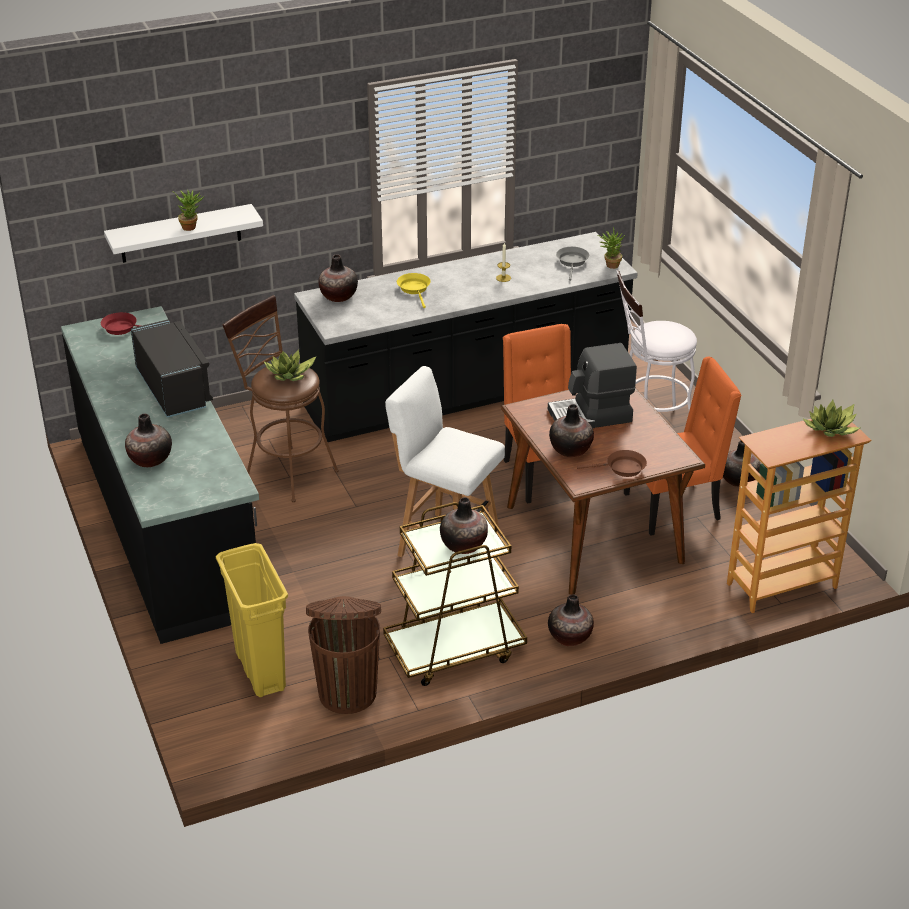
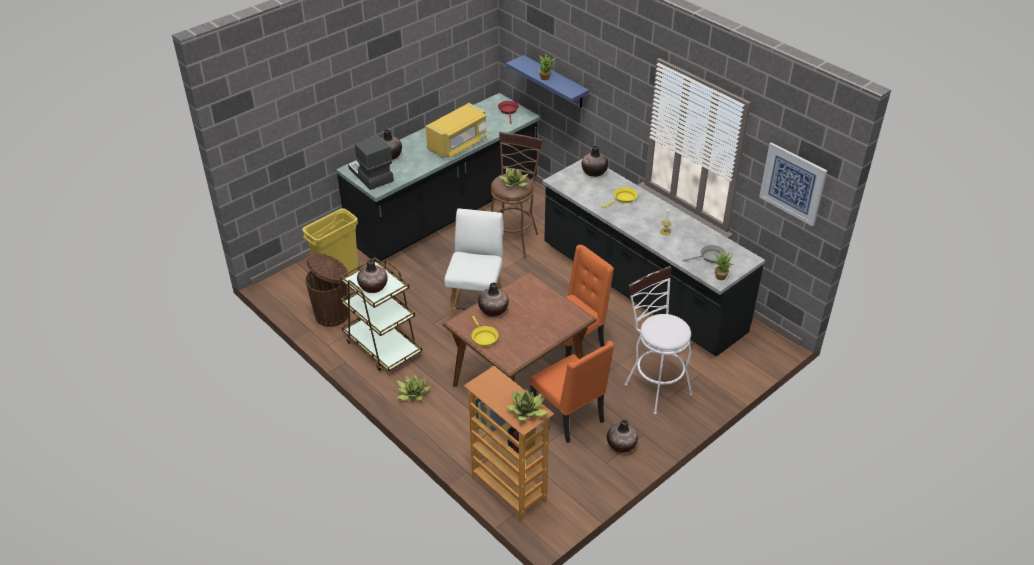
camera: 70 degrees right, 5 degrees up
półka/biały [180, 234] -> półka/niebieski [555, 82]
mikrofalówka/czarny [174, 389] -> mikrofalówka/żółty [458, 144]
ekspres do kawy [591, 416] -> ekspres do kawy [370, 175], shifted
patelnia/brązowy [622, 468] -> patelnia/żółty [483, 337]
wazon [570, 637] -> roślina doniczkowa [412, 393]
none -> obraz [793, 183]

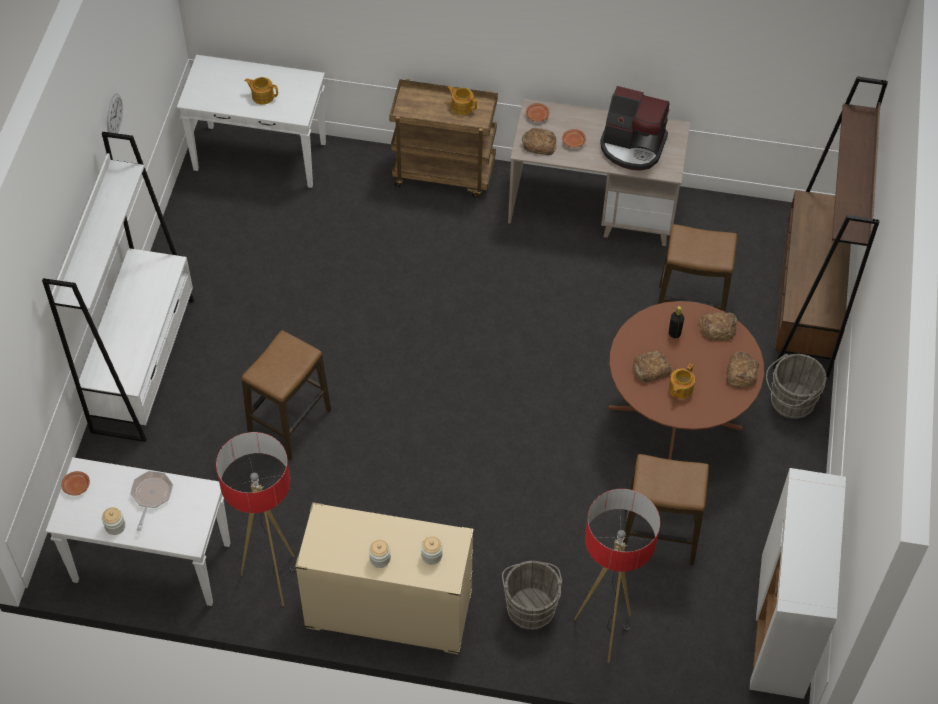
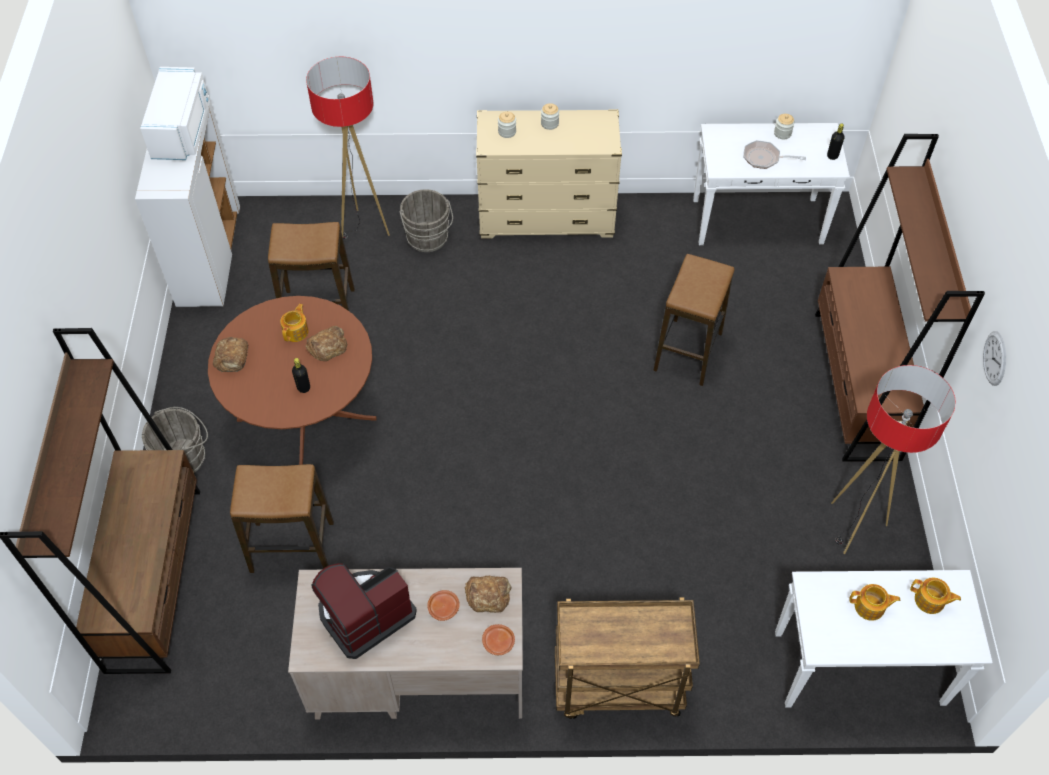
camera: 170 degrees right, 0 degrees up
imbryk [462, 106] -> imbryk [930, 601], shifted
ekspres do kawy [632, 146] -> ekspres do kawy [364, 614], 45 degrees counterclockwise
regał/biały [144, 364] -> regał/brązowy [856, 385]
chleb [718, 328] -> none
lampa stojąca [273, 578] -> lampa stojąca [853, 527], shifted
talerz/brązowy [76, 486] -> butelka/czarny [832, 156]
patelnia [151, 496] -> patelnia [764, 158], 105 degrees clockwise
none -> mikrofalówka/biały [183, 131]

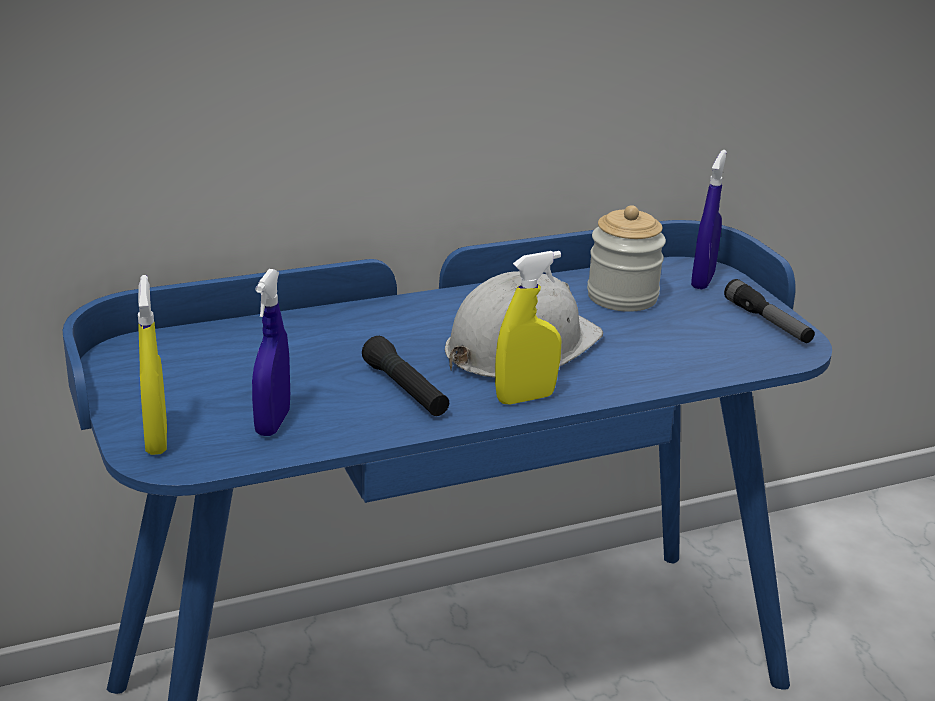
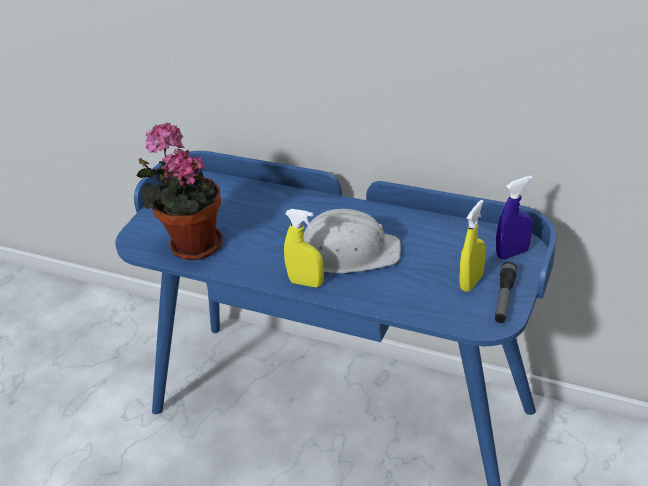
camera: 50 degrees right, 10 degrees up
słoik [622, 297] -> none
spryskiwacz/niebieski [272, 423] -> roślina doniczkowa [192, 244]
spryskiwacz/żółty [156, 439] -> spryskiwacz/żółty [471, 282], shifted
latarka/czarny [405, 390] -> none

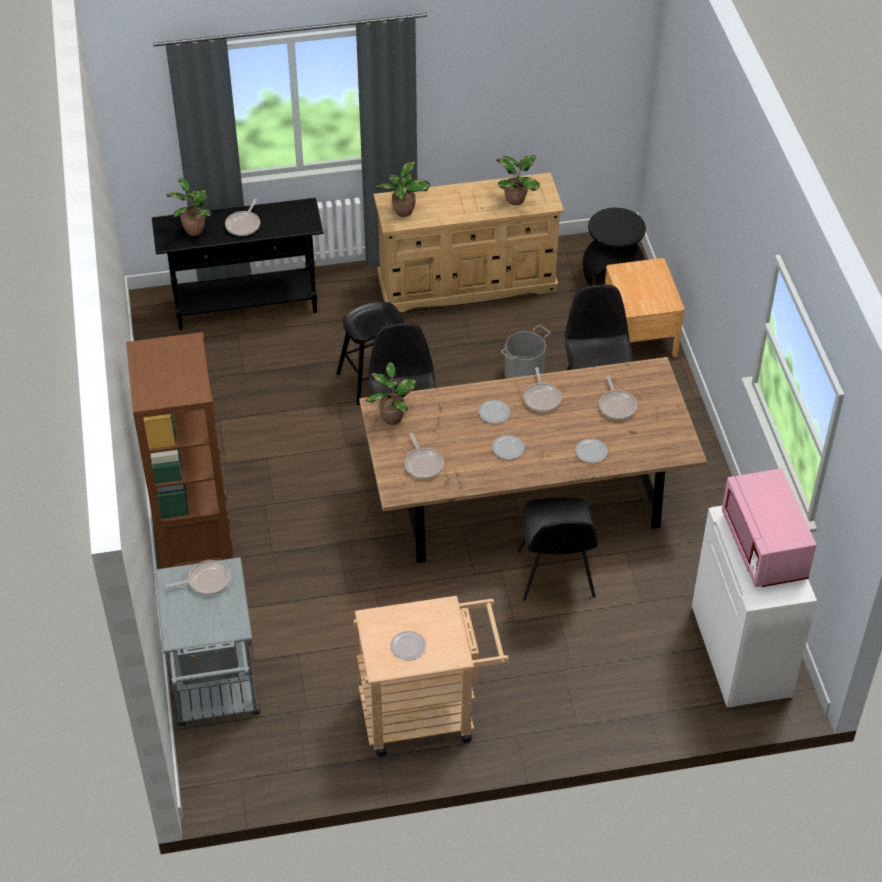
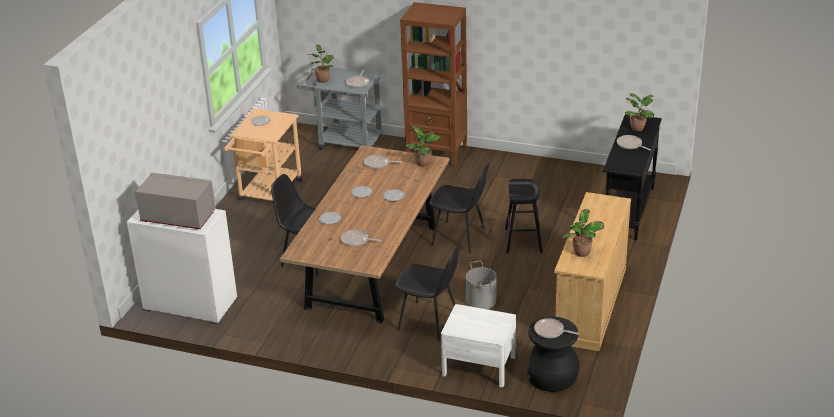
camera: 120 degrees right, 15 degrees down
roślina doniczkowa [403, 212] -> roślina doniczkowa [322, 79], shifted
szafka nocna/brązowy [639, 333] -> szafka nocna/biały [479, 366]
patelnia [542, 398] -> patelnia [551, 331], shifted
mikrofalówka/różowy [763, 547] -> mikrofalówka/szary [178, 217]

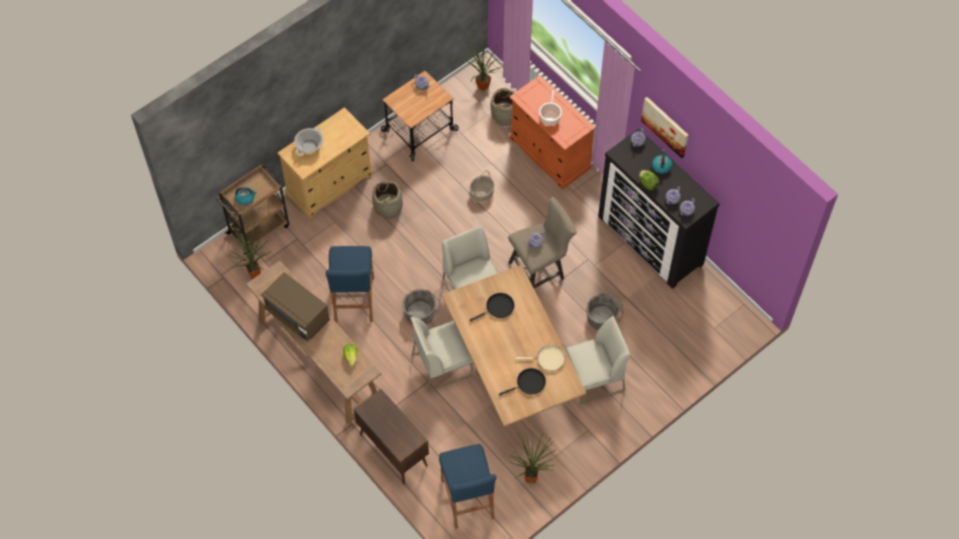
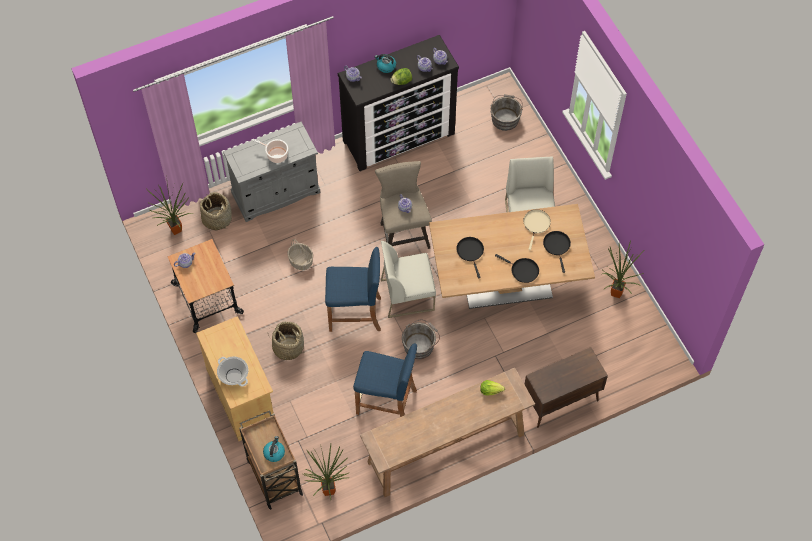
camera: 75 degrees left, 0 degrees up
szafka/pomarańczowy [549, 153] -> szafka/szary [276, 192]
obraz [665, 126] -> none
mikrofalówka/brązowy [297, 315] -> none
wiadro/szary [603, 317] -> wiadro/szary [505, 118], shifted
krzesło/biały [442, 364] -> none
stołek/niebieski [467, 498] -> stołek/niebieski [355, 314], shifted
none -> patelnia/czarny [522, 270]

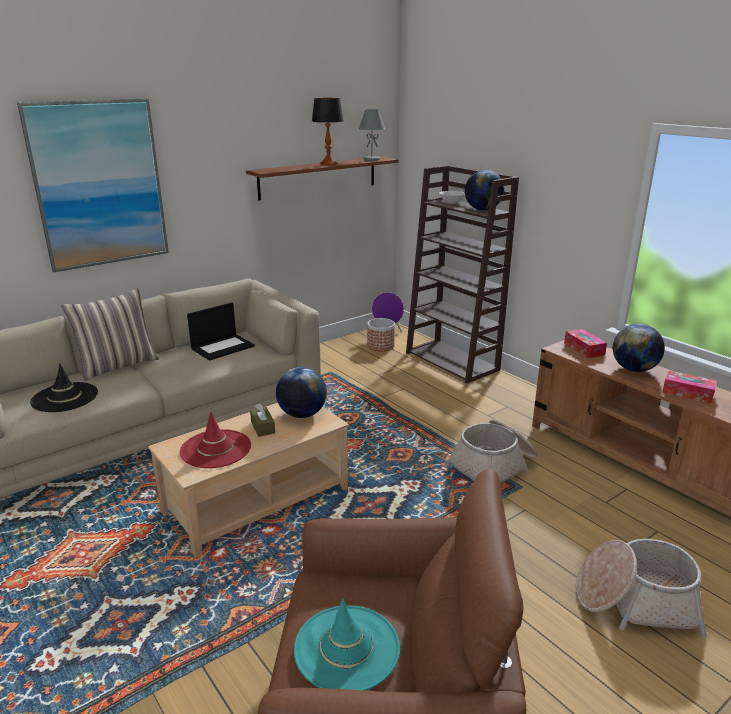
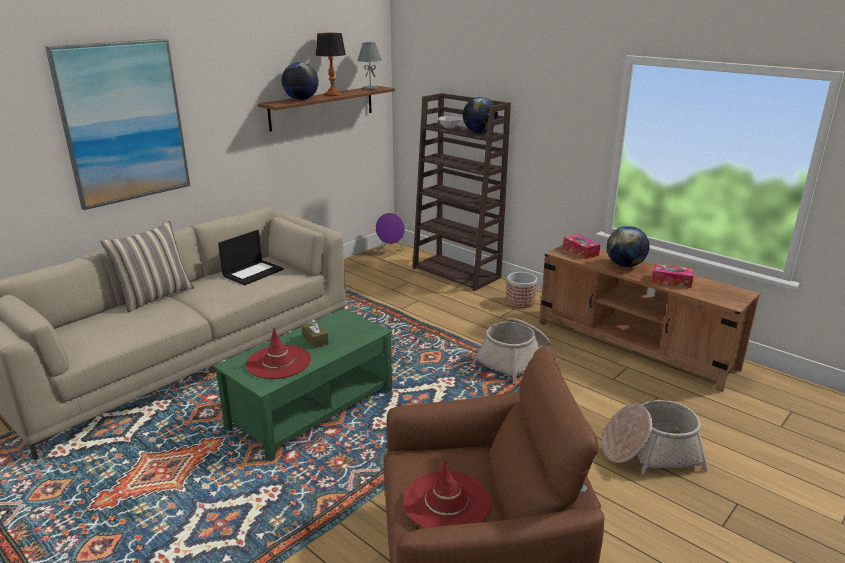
camera: 10 degrees left, 0 degrees up
donica [381, 346] -> donica [520, 301], shifted
kapelusz/czarny [64, 397] -> none
globus [302, 414] -> globus [301, 99], shifted
ława/beżowy [256, 499] -> ława/zielony [311, 407]
kapelusz/turkusowy [347, 648] -> kapelusz/czerwony [447, 502]

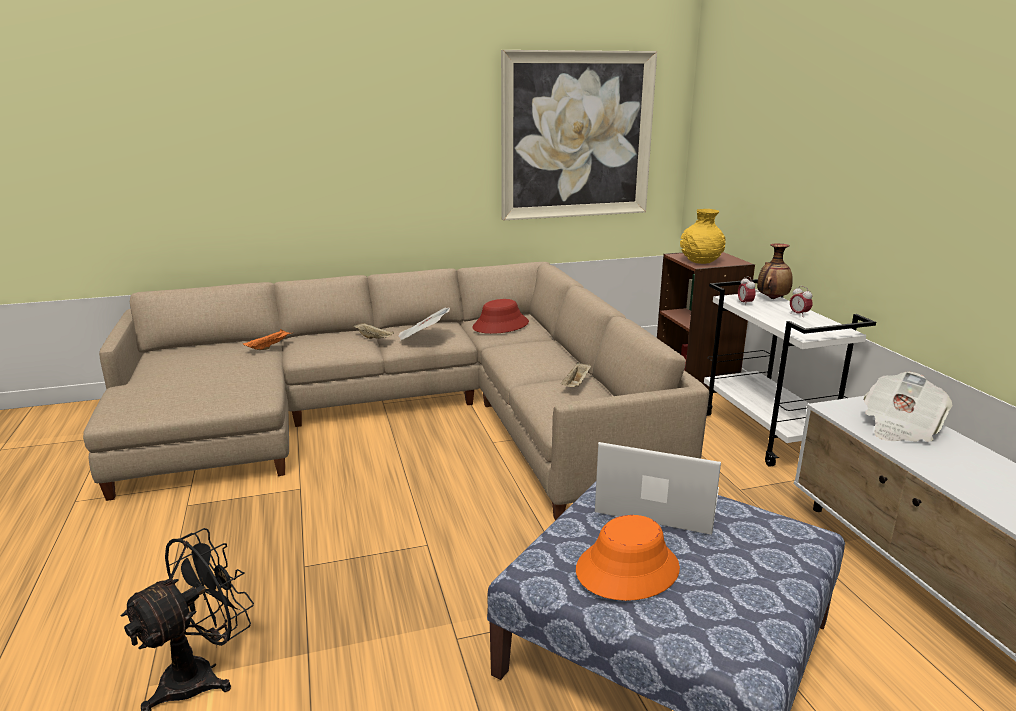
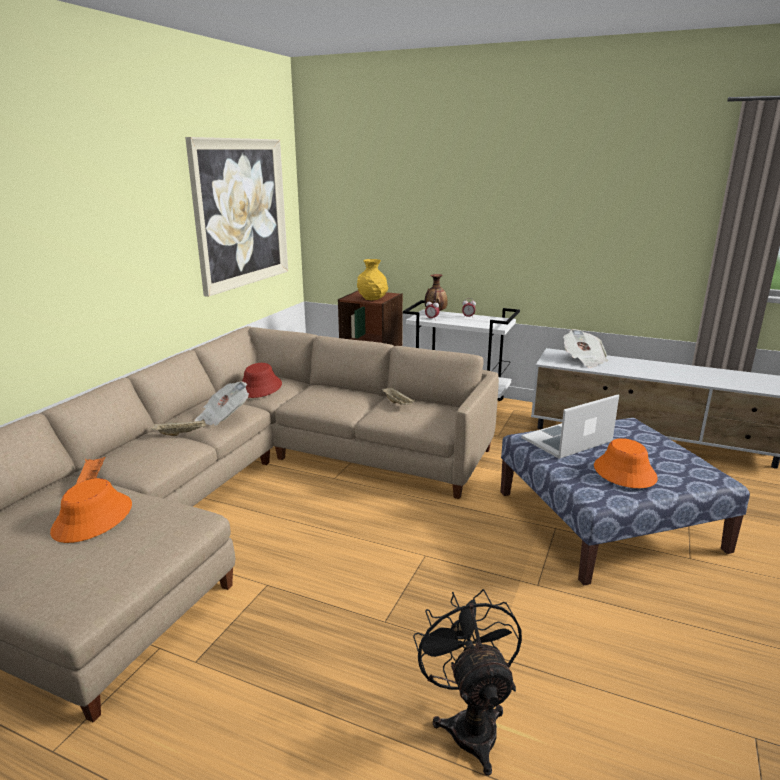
camera: 50 degrees left, 0 degrees up
none -> kapelusz/pomarańczowy [93, 518]

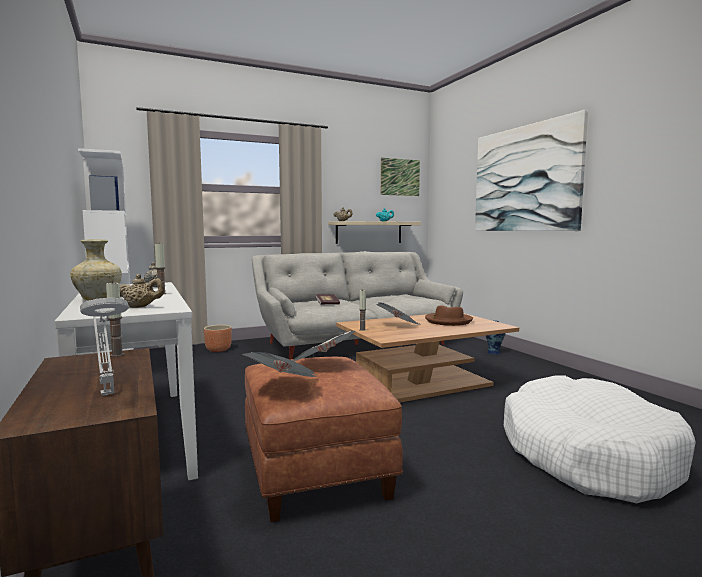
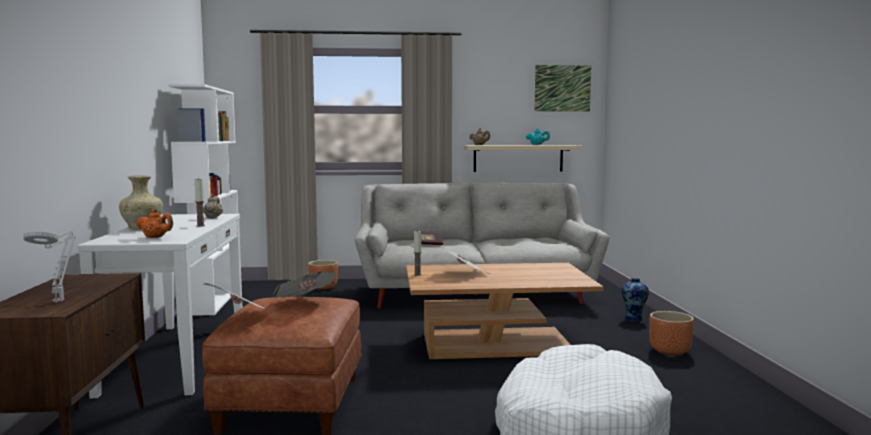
camera: 20 degrees right, 0 degrees up
obraz [525, 179] -> none
imbryk/beżowy [140, 307] -> imbryk/pomarańczowy [156, 237]
świeca [117, 355] -> none
kapelusz/brązowy [448, 321] -> none
none -> donica/brązowy [670, 351]

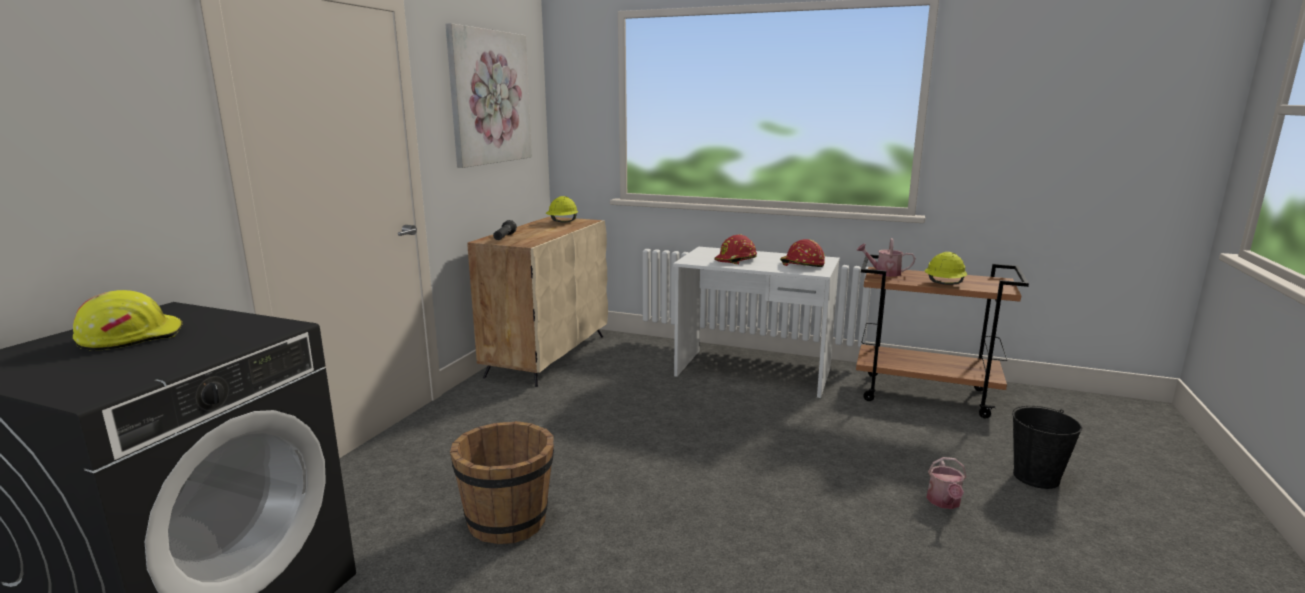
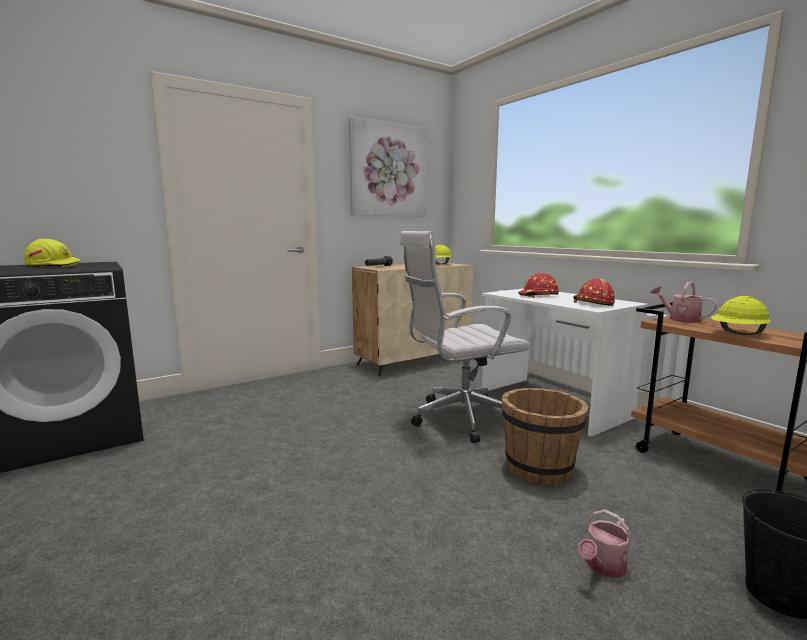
camera: 35 degrees right, 5 degrees down
wiadro/brązowy [508, 520] -> wiadro/brązowy [539, 468], shifted
none -> krzesło biurowe/biały [459, 419]

